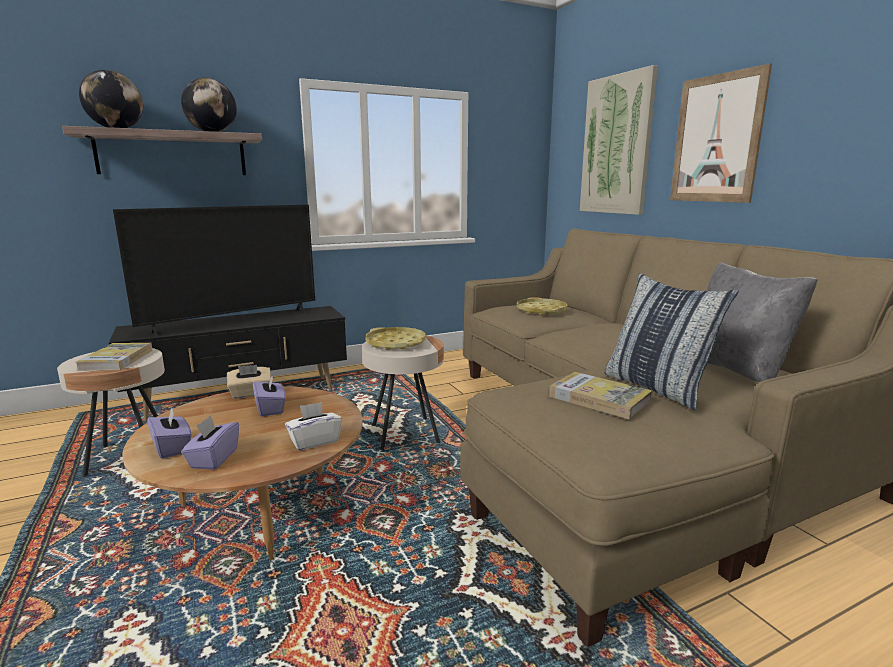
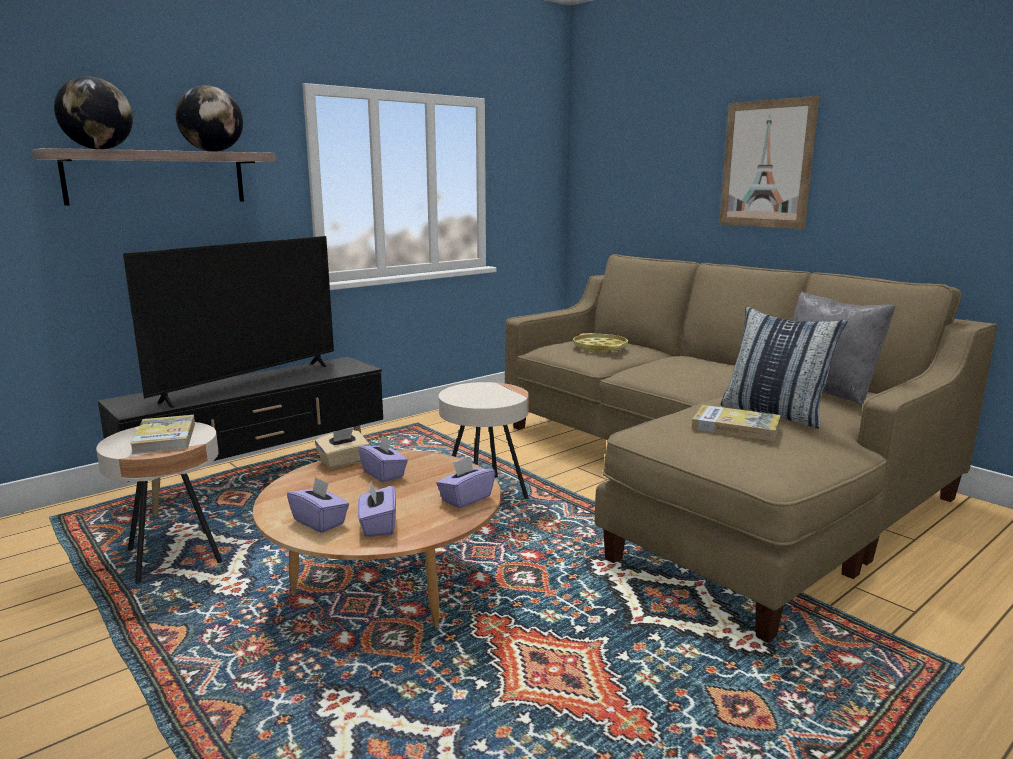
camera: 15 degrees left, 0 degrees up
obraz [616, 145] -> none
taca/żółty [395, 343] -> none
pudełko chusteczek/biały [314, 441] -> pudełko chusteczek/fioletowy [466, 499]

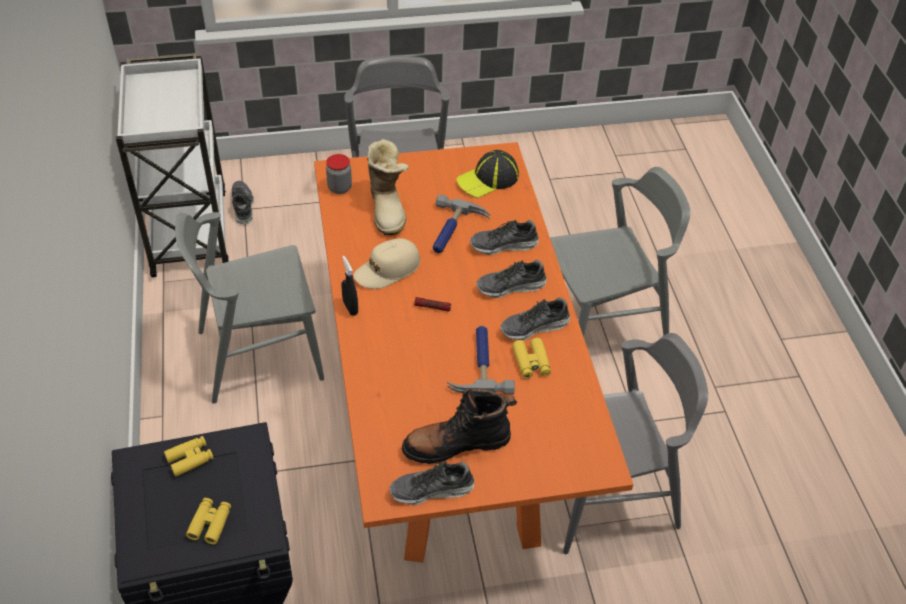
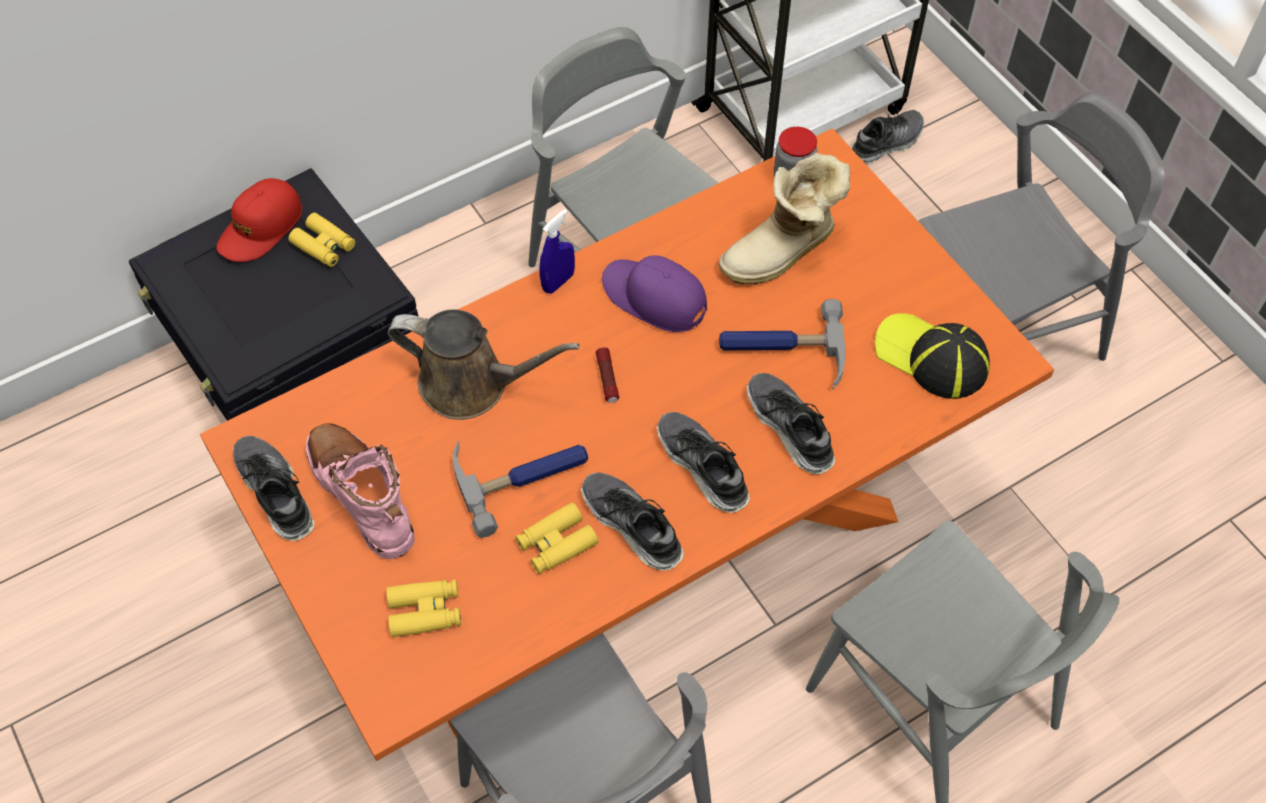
camera: 70 degrees right, 10 degrees up
czapka z daszkiem/beżowy [387, 270] -> czapka z daszkiem/fioletowy [654, 298]
spryskiwacz/czarny [350, 308] -> spryskiwacz/niebieski [558, 282]
but z cholewką/czarny [456, 444] -> but z cholewką/różowy [363, 496]
lornetka/żółty [210, 523] -> lornetka/żółty [425, 611], shifted
none -> czapka z daszkiem/czerwony [261, 228]
none -> konewka/brązowy [472, 384]

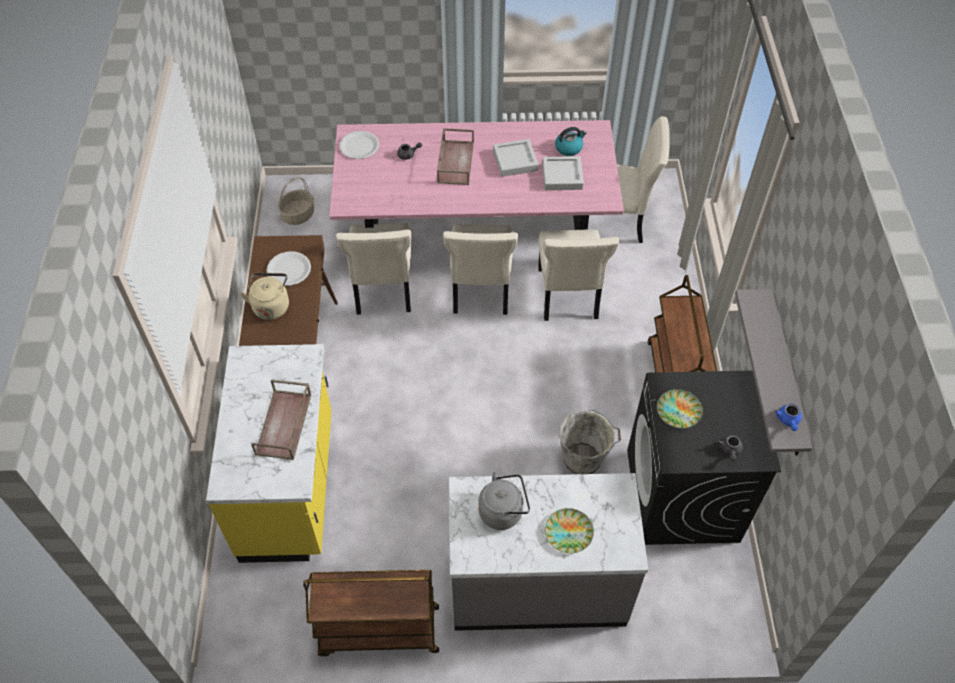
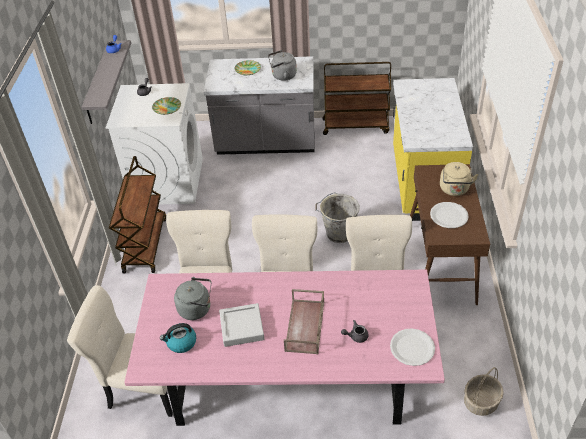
camera: 175 degrees left, 10 degrees down
taca/szary [562, 176] -> czajnik/szary [197, 309]
pralka/czarny [682, 496] -> pralka/biały [167, 181]
taca/brązowy [284, 425] -> none
wiadro/szary [583, 460] -> wiadro/szary [338, 233], shifted

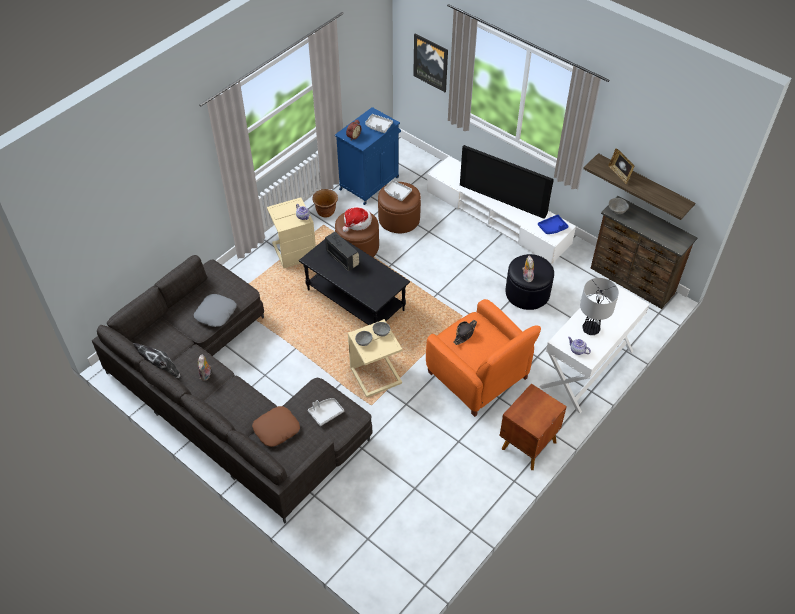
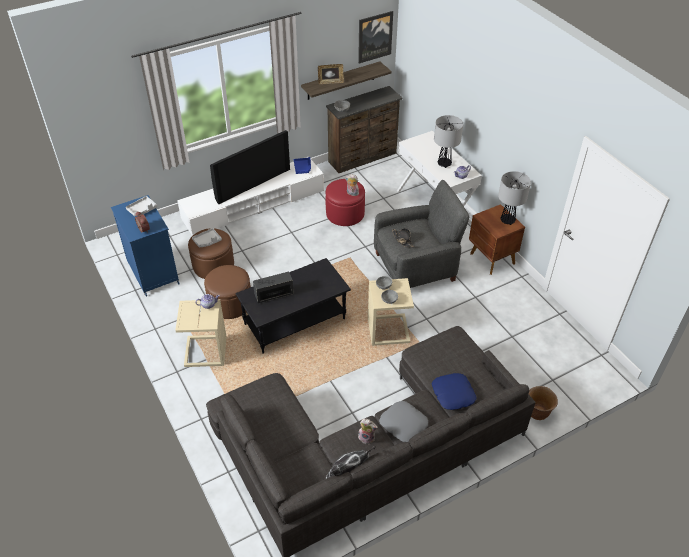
camera: 70 degrees left, 5 degrees down
obraz [431, 62] -> obraz [374, 36], shifted
donica/brązowy [326, 212] -> donica/brązowy [537, 412], shifted
kapelusz [357, 222] -> none
pufa/czarny [527, 293] -> pufa/czerwony [345, 213]
poduszka/szary [215, 313] -> poduszka/szary [403, 424], shifted
fotel/pomarańczowy [478, 376] -> fotel/szary [416, 266]
taca/szary [326, 413] -> none
poduszka/brązowy [276, 429] -> poduszka/niebieski [453, 394]
none -> lampa stołowa [507, 220]

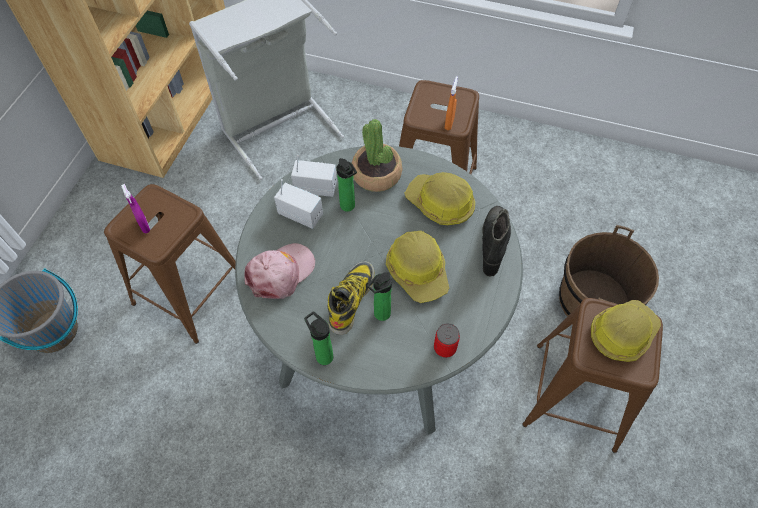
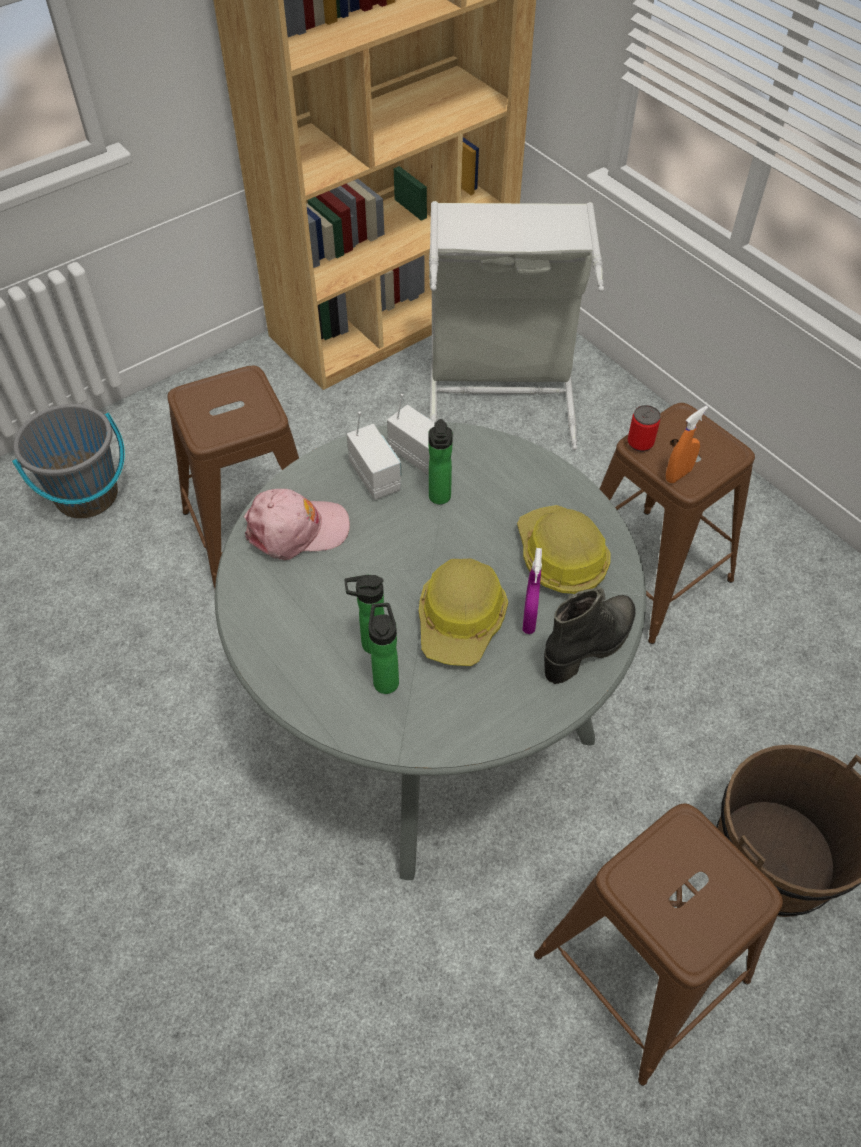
camera: 35 degrees right, 5 degrees down
roślina doniczkowa [376, 174] -> none
spryskiwacz/fioletowy [144, 225] -> spryskiwacz/fioletowy [529, 619], shifted
but z cholewką [351, 299] -> none
kask [621, 333] -> none
butelka [322, 355] -> butelka [386, 679], shifted
puszka [445, 347] -> puszka [640, 443], shifted

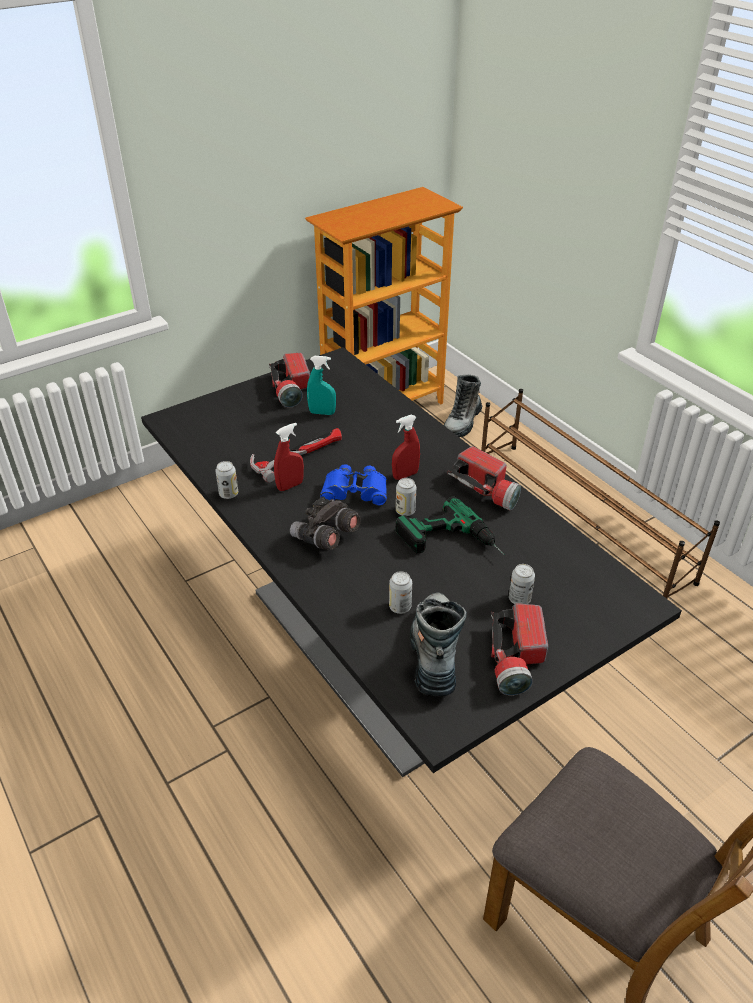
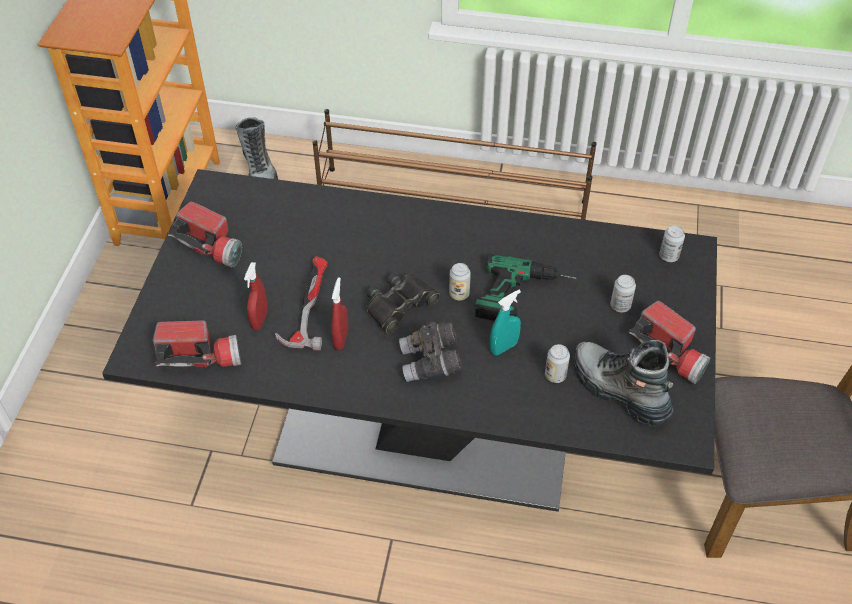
camera: 45 degrees left, 10 degrees up
spryskiwacz/turkusowy [322, 413] -> spryskiwacz/turkusowy [504, 347], shifted
spryskiwacz/czerwony [405, 475] -> spryskiwacz/czerwony [259, 320], shifted
latarka [486, 489] -> latarka [200, 355], shifted
puszka [228, 494] -> puszka [669, 256], shifted
lornetka/niebieski [355, 491] -> lornetka/czarny [399, 305]

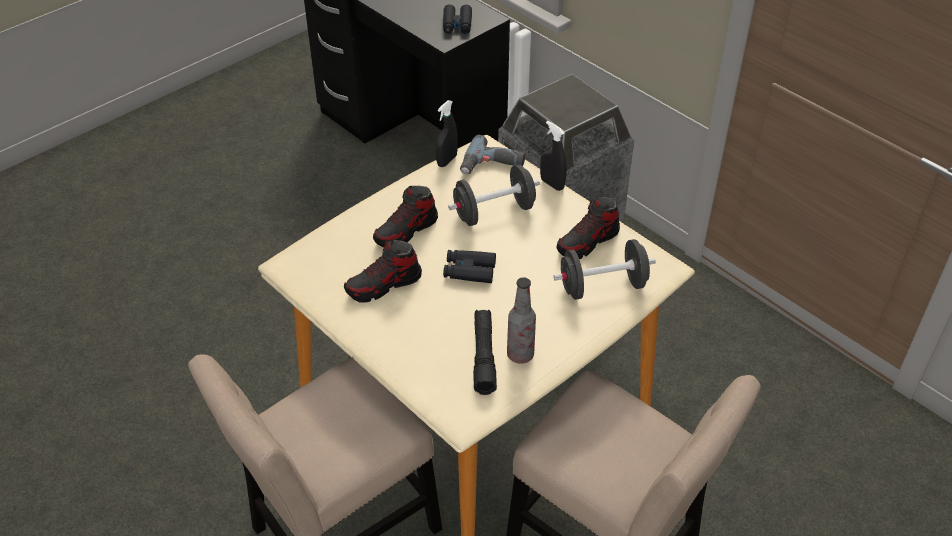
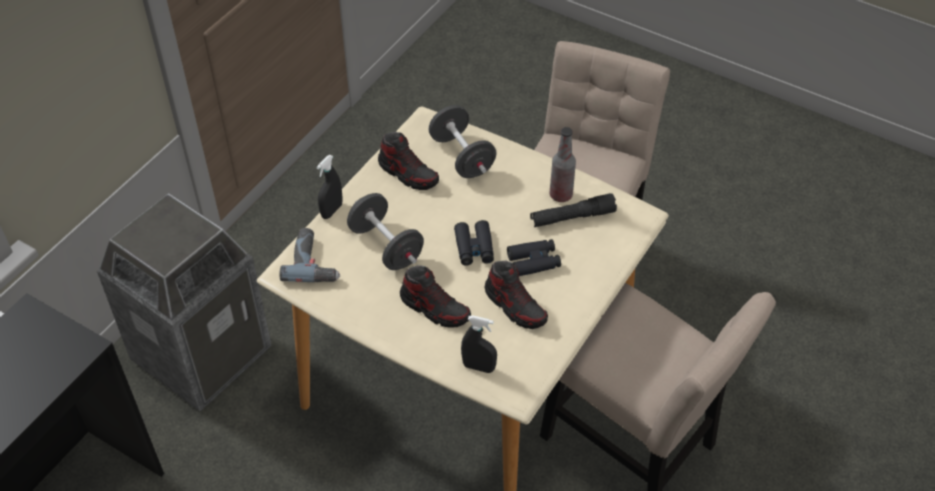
camera: 105 degrees left, 5 degrees up
lornetka/czarny [457, 24] -> lornetka/czarny [533, 261], shifted
spryskiwacz/czarny [447, 161] -> spryskiwacz/czarny [478, 367], shifted

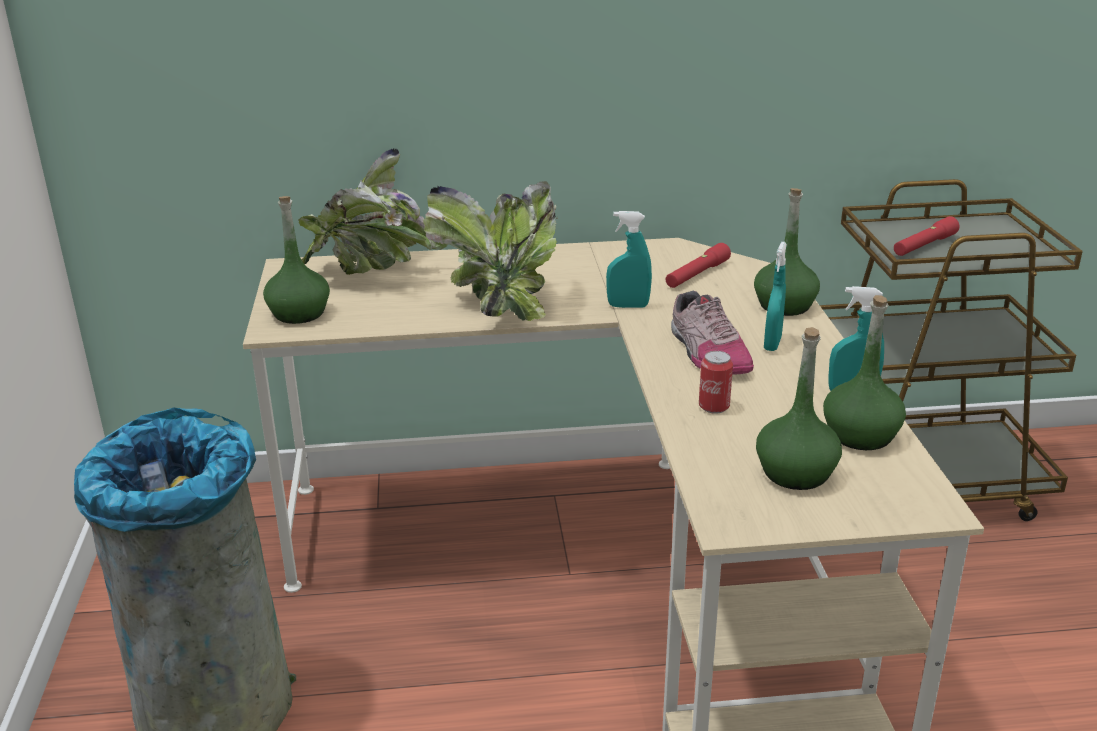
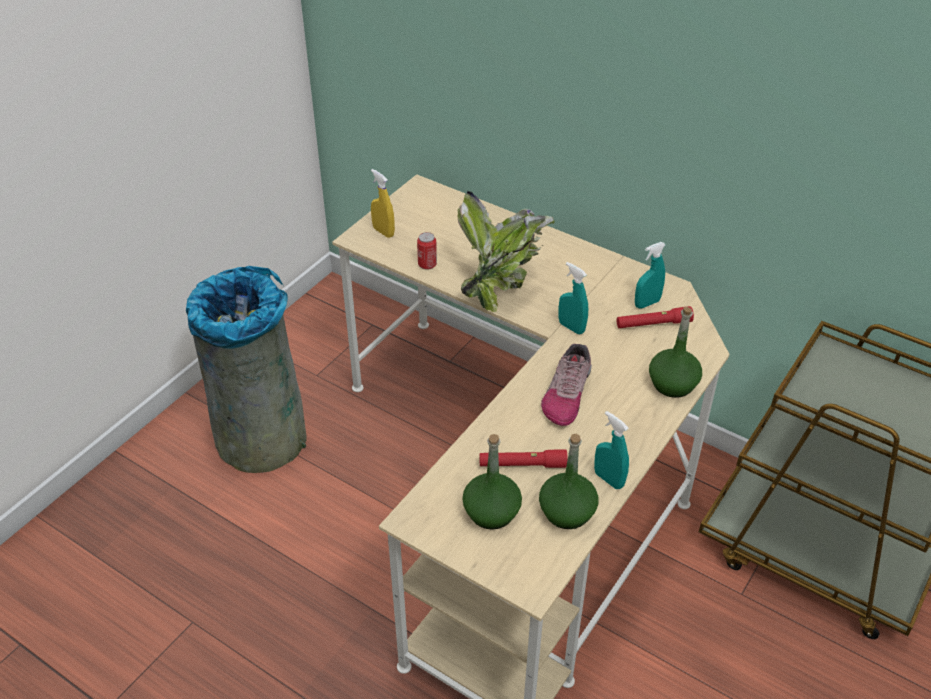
camera: 40 degrees right, 15 degrees up
roślina doniczkowa [371, 275] -> none
butelka/zielony [299, 313] -> spryskiwacz/żółty [383, 232]
latarka/czerwony [924, 245] -> latarka/czerwony [522, 464], shifted
spryskiwacz/turkusowy [772, 344] -> spryskiwacz/turkusowy [647, 303], shifted
puszka [714, 407] -> puszka [427, 264], shifted

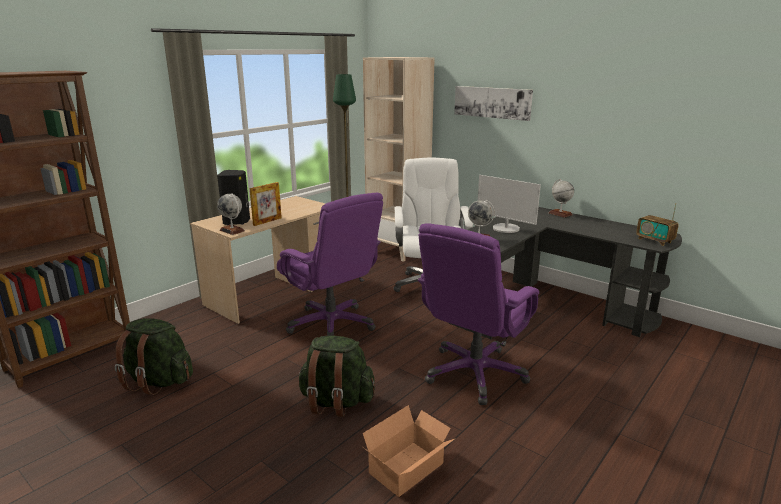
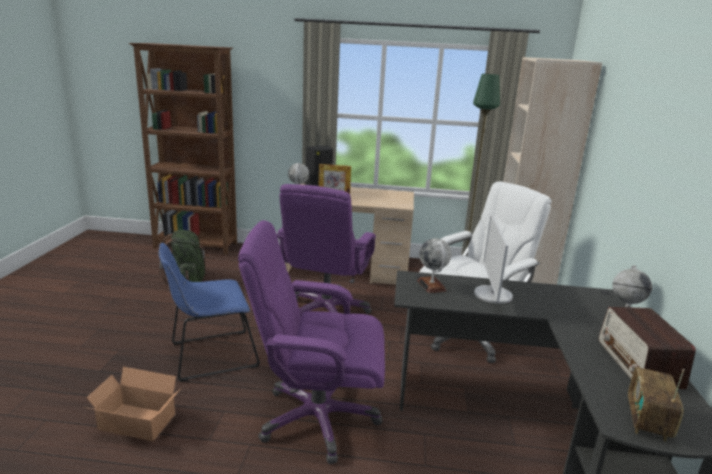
camera: 55 degrees right, 0 degrees up
obraz [492, 102] -> none
plecak/zielony [336, 402] -> krzesło/niebieski [210, 355]
none -> radio [638, 364]

